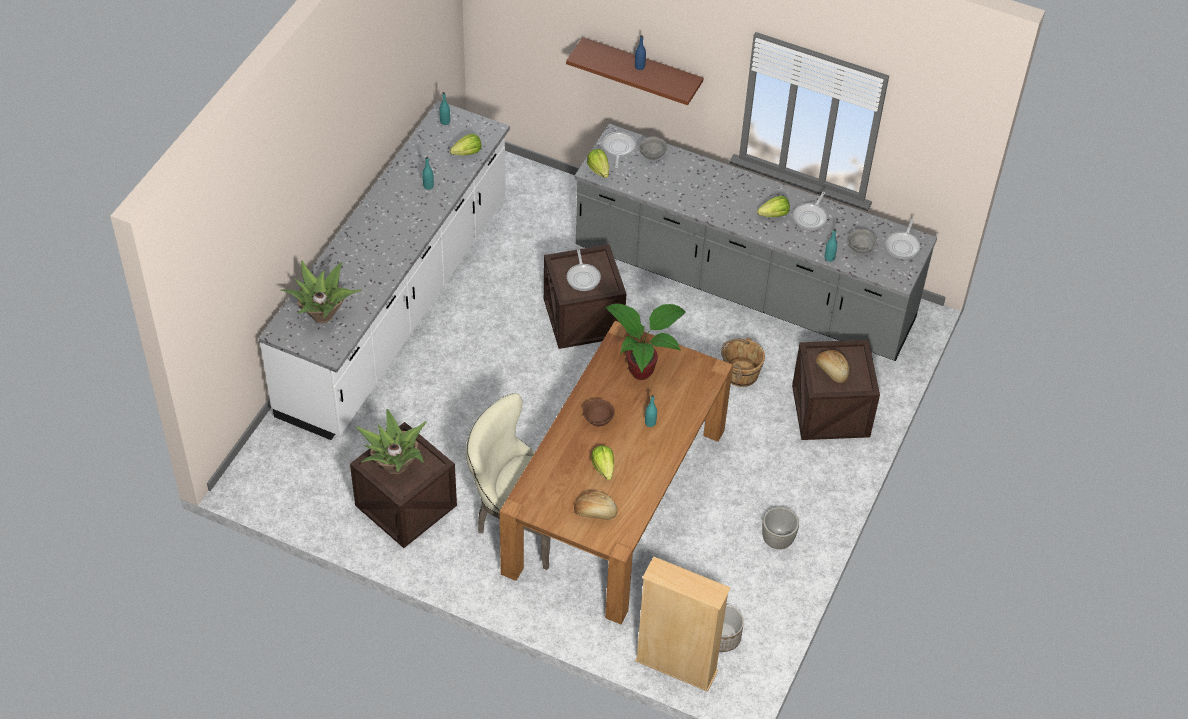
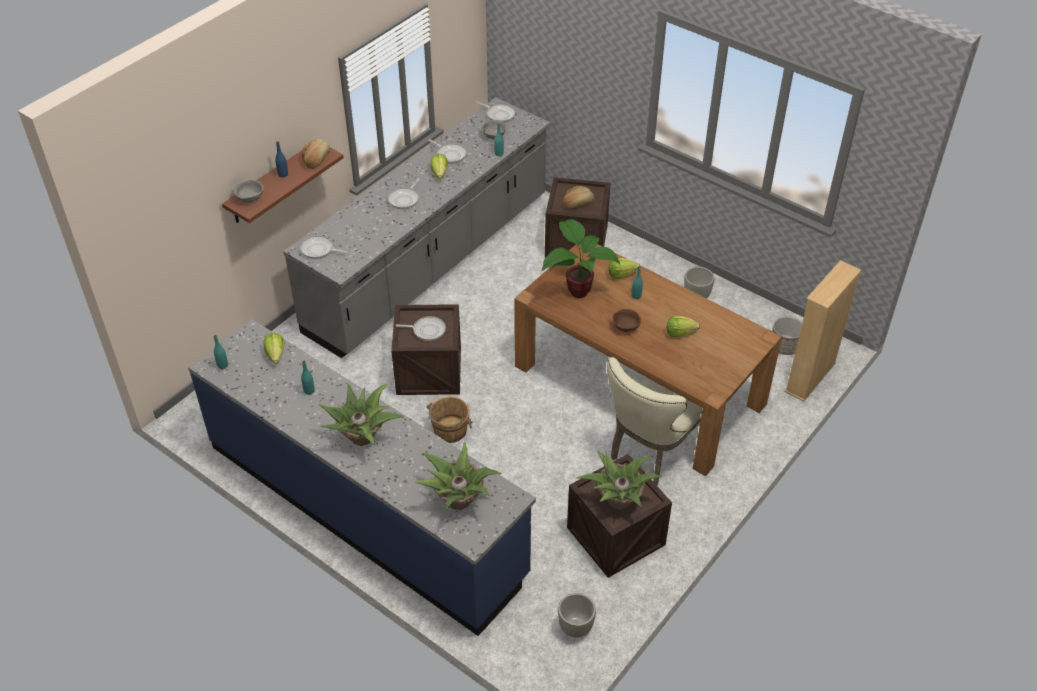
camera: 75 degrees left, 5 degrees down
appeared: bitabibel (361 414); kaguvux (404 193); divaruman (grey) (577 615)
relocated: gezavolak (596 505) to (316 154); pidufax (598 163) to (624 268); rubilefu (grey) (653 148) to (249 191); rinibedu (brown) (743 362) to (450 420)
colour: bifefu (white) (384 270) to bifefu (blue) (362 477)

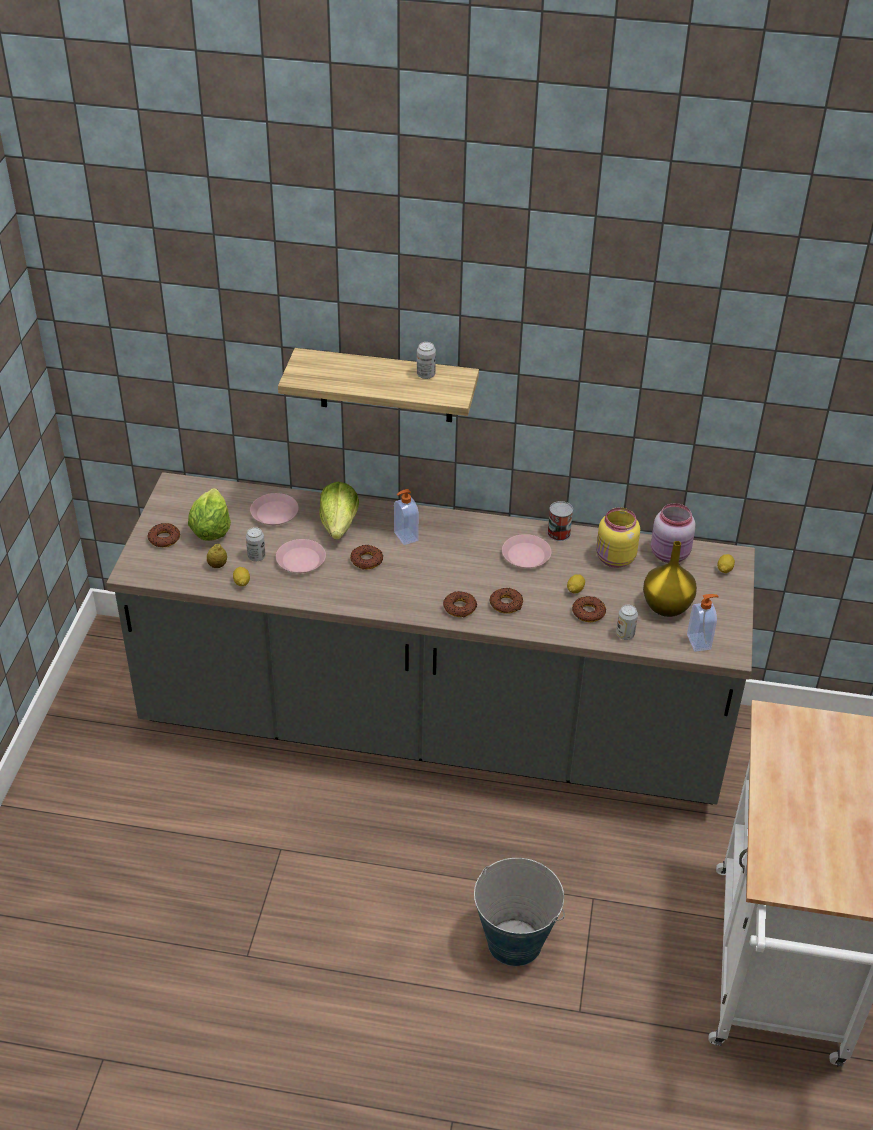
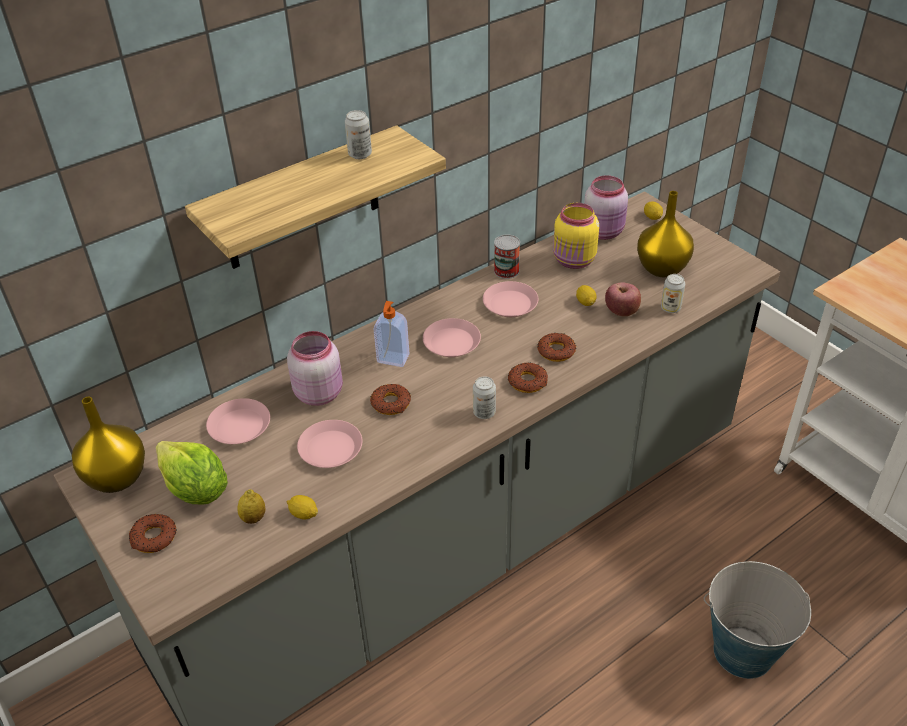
camera: 45 degrees left, 0 degrees up
missing: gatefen (703 623)
appeared: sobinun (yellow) (108 445); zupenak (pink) (452 337)
relocated: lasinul (256 544) to (484 397)
exchanged: pidufax (339 511) to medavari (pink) (315 368); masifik (589 609) to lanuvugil (623 299)

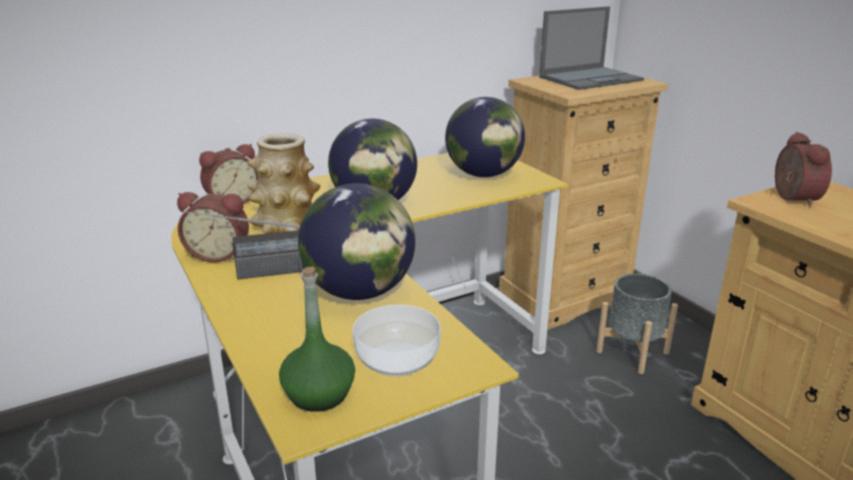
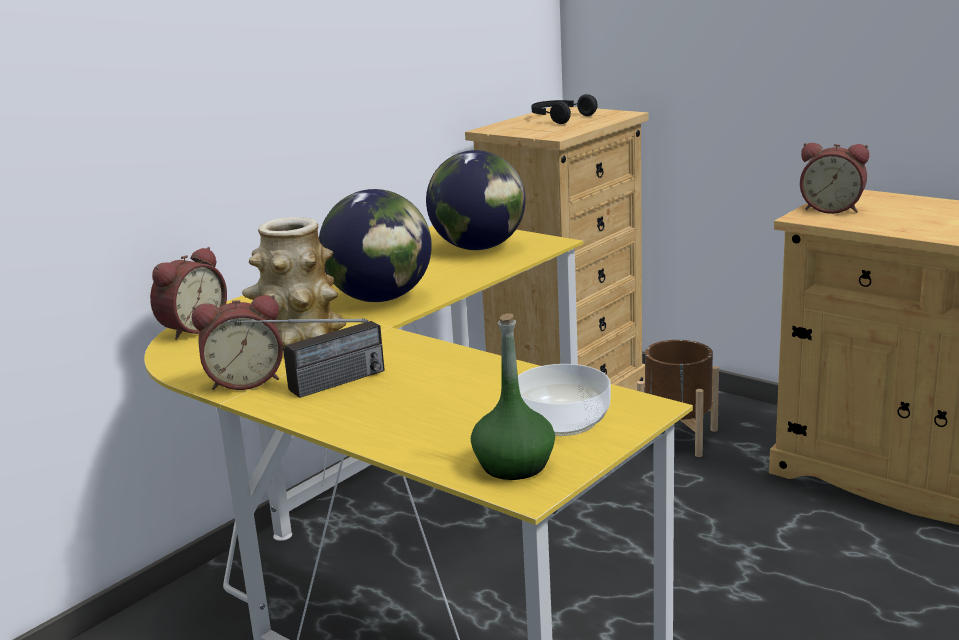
camera: 20 degrees left, 5 degrees down
missing: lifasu (356 241)
exchanged: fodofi (591 48) to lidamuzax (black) (564 109)
colour: divaruman (grey) (637 323) to divaruman (brown) (678 398)
spun: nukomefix (803 169) = (834 178) 135 degrees clockwise

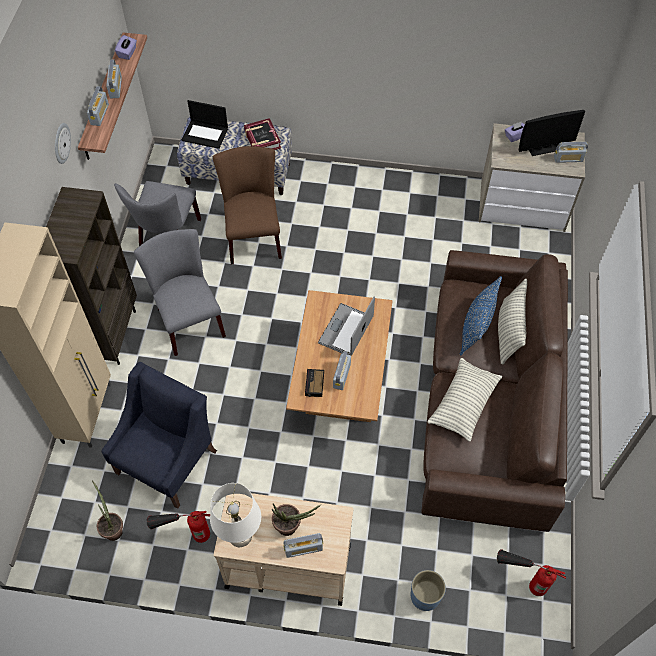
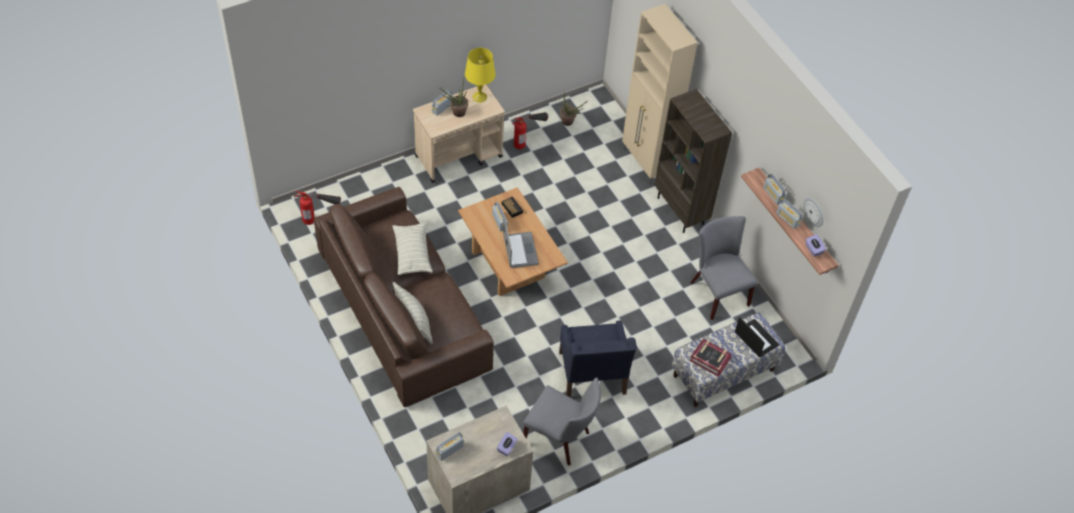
camera: 140 degrees right, 5 degrees down
missing: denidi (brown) (247 205); divaruman (blue) (428 590); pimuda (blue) (480 315); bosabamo (552 133)
relocated: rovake (63 143) to (813 212); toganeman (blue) (159 435) to (598 359); denidi (grey) (180 292) to (562 421)
colour: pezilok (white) (235 515) to pezilok (yellow) (480 75)
spun: fodofi (205 124) = (757 337) 75 degrees clockwise

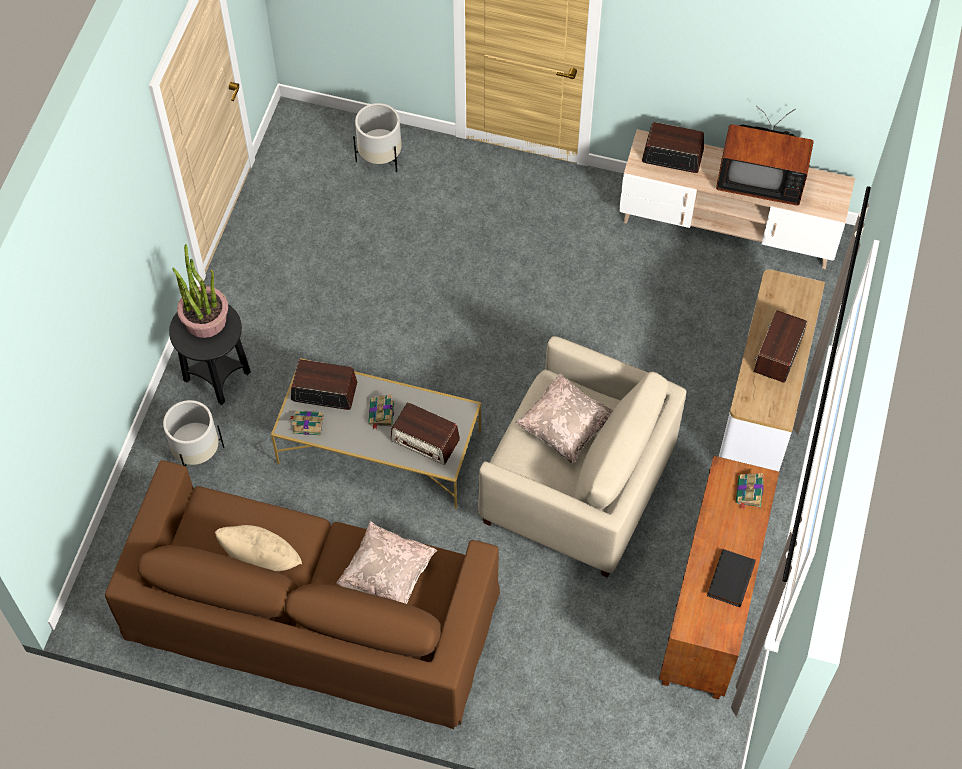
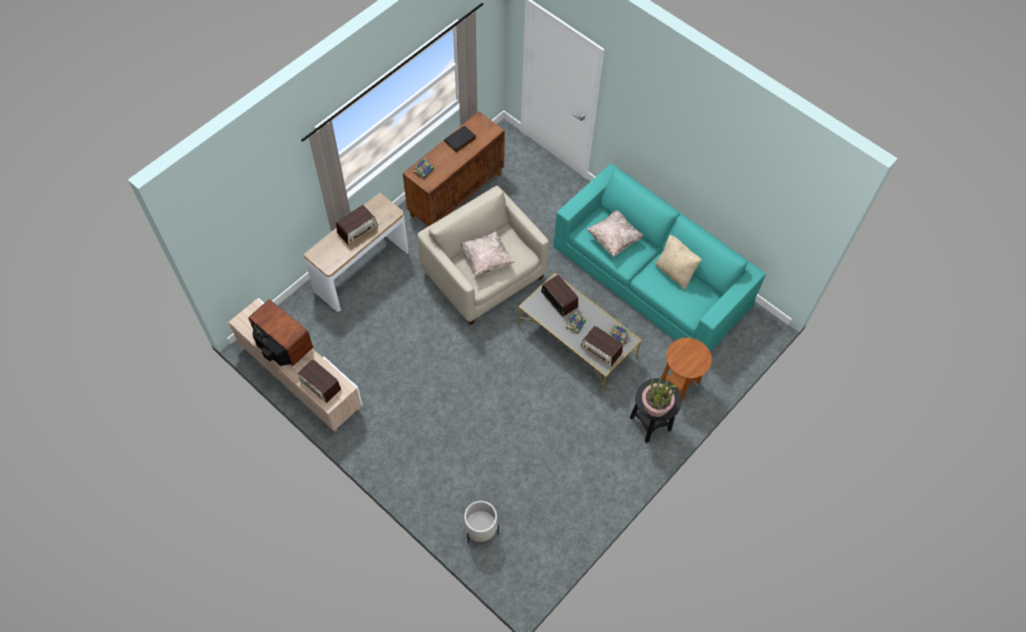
camera: 155 degrees left, 0 degrees up
exchanged: divaruman (white) (193 433) to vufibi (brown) (686 369)
colour: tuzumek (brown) (302 595) to tuzumek (turquoise) (659 258)

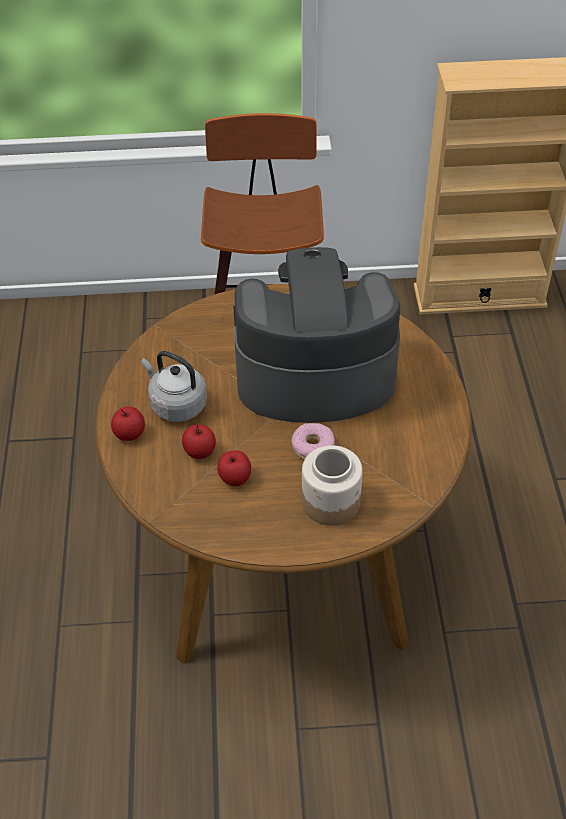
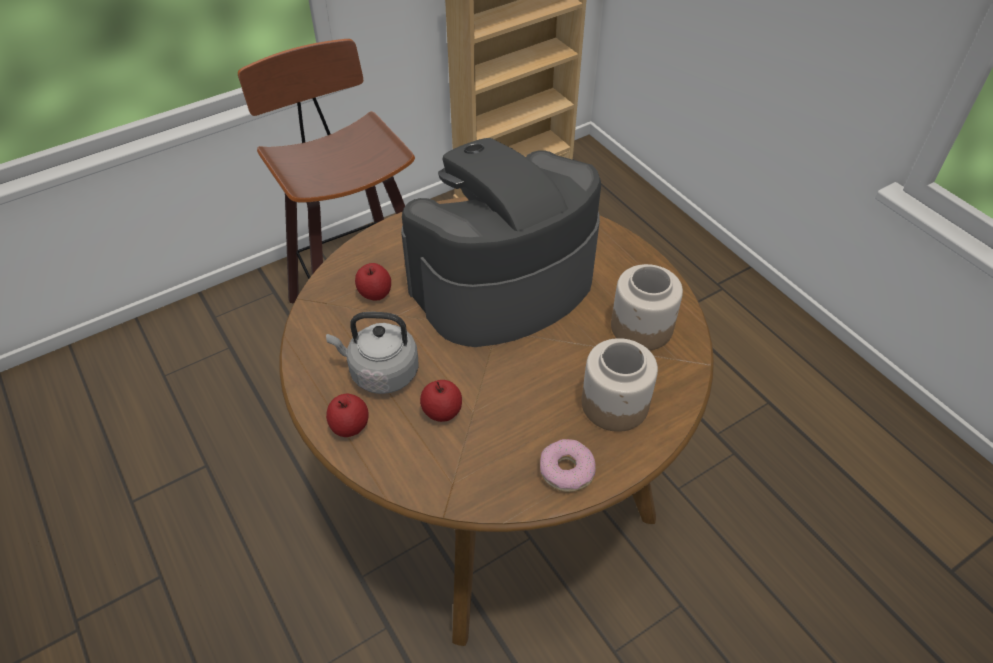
camera: 30 degrees left, 0 degrees up
appeared: medavari (647 307)
relocated: lanuvugil (234 469) to (373 281); masifik (313 441) to (568 465)

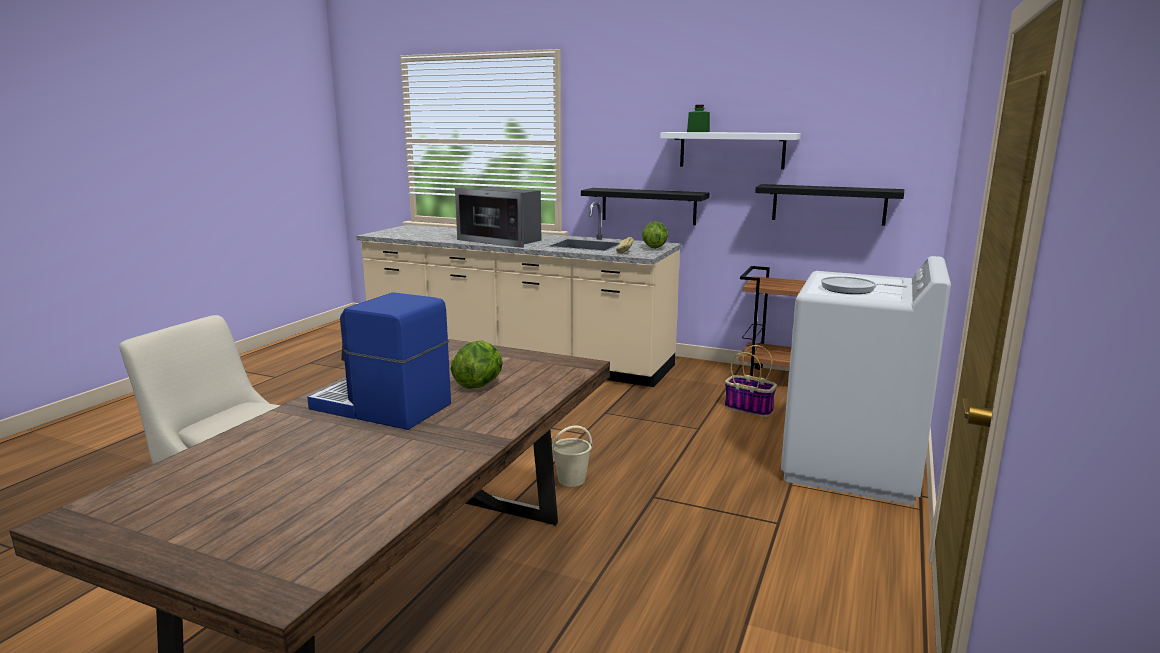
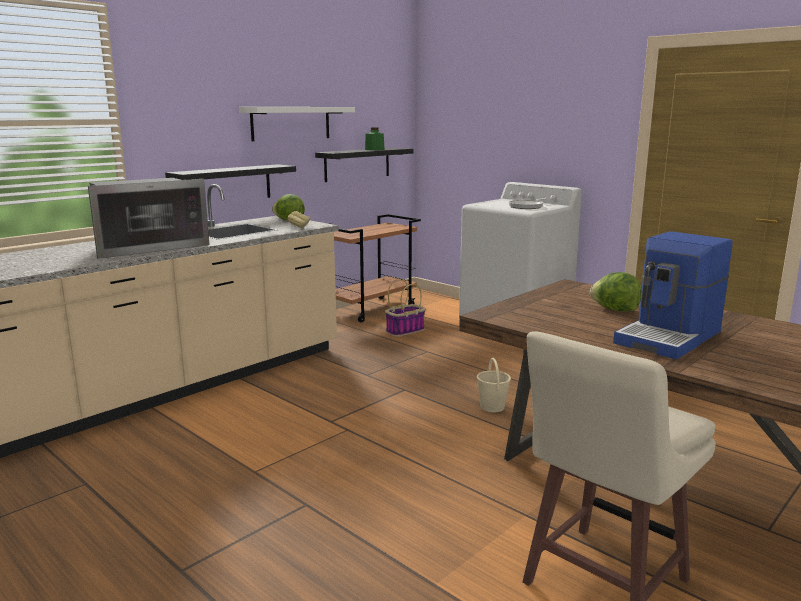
camera: 70 degrees left, 0 degrees up
relocated: medavari (green) (698 118) to (375 138)

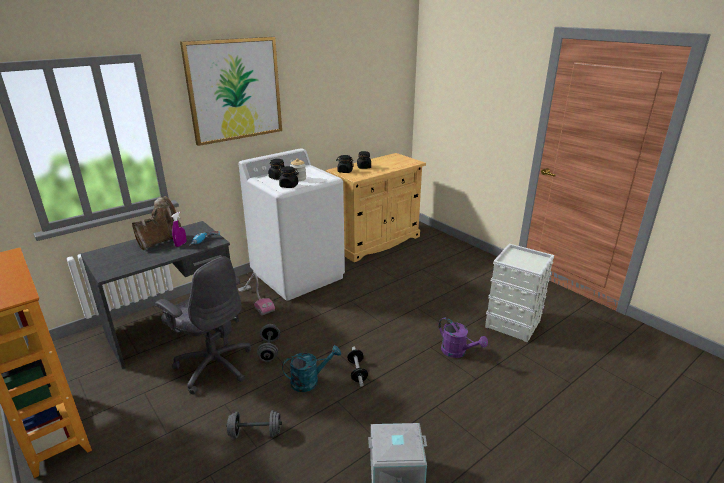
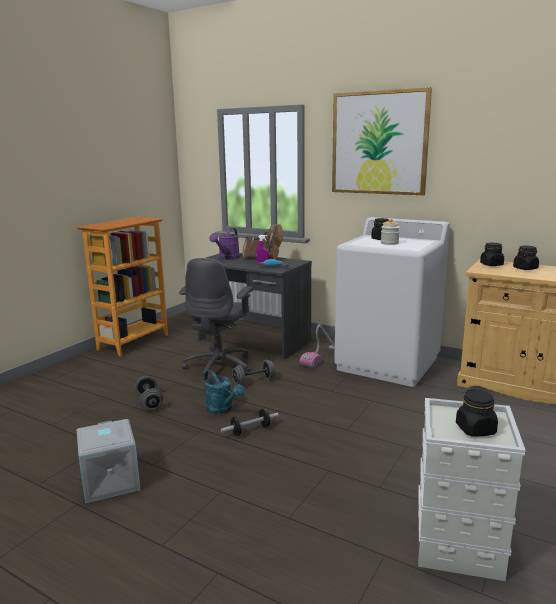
camera: 70 degrees right, 10 degrees down
relocated: medavari (black) (288 177) to (477 412); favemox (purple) (463 337) to (224 244)

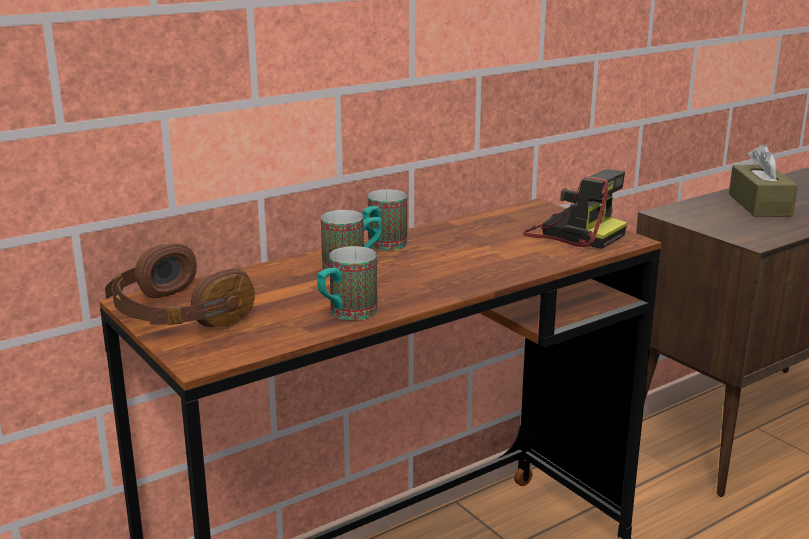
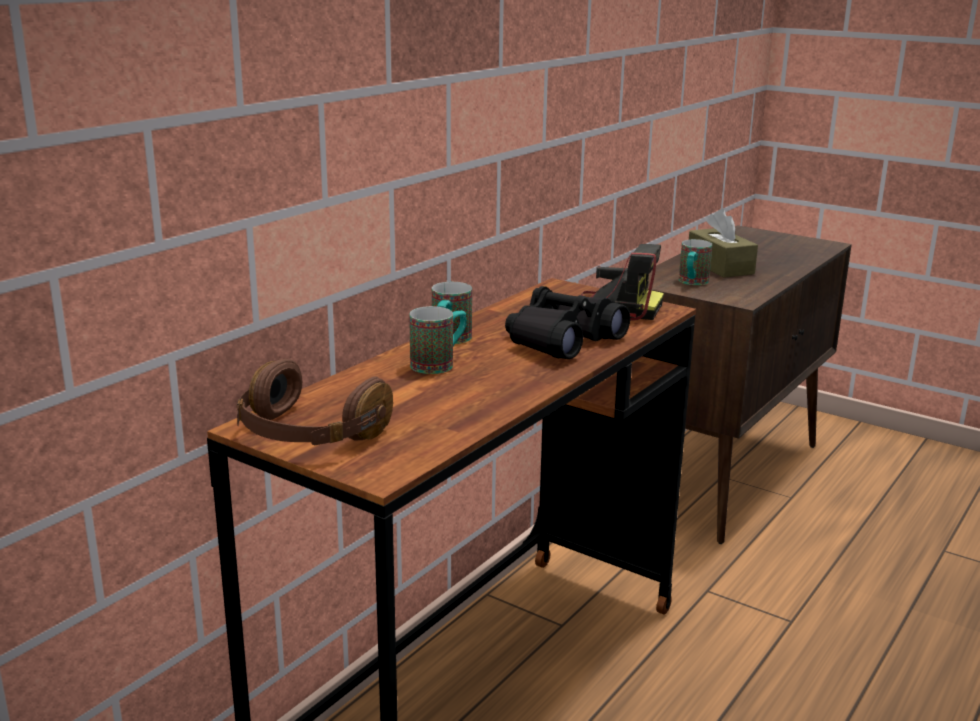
camera: 20 degrees left, 0 degrees up
appeared: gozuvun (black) (567 322)
relocated: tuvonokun (347 283) to (695 262)

